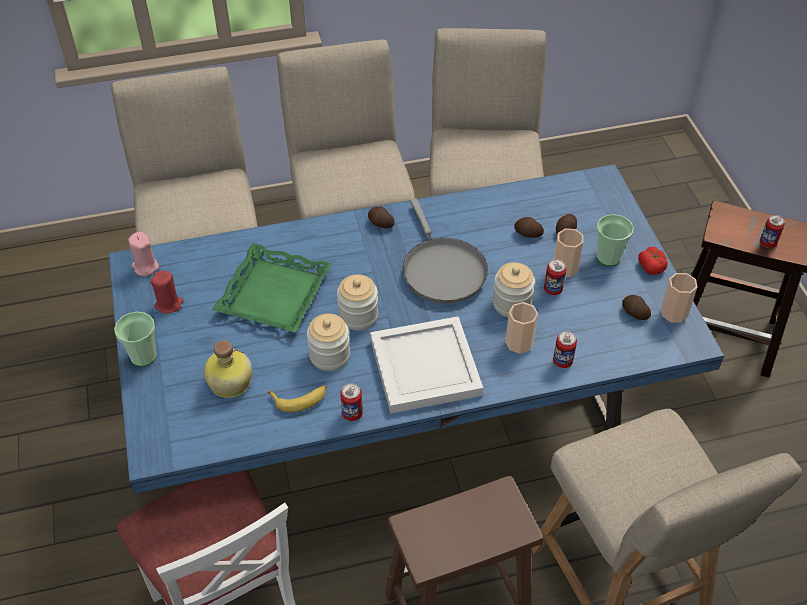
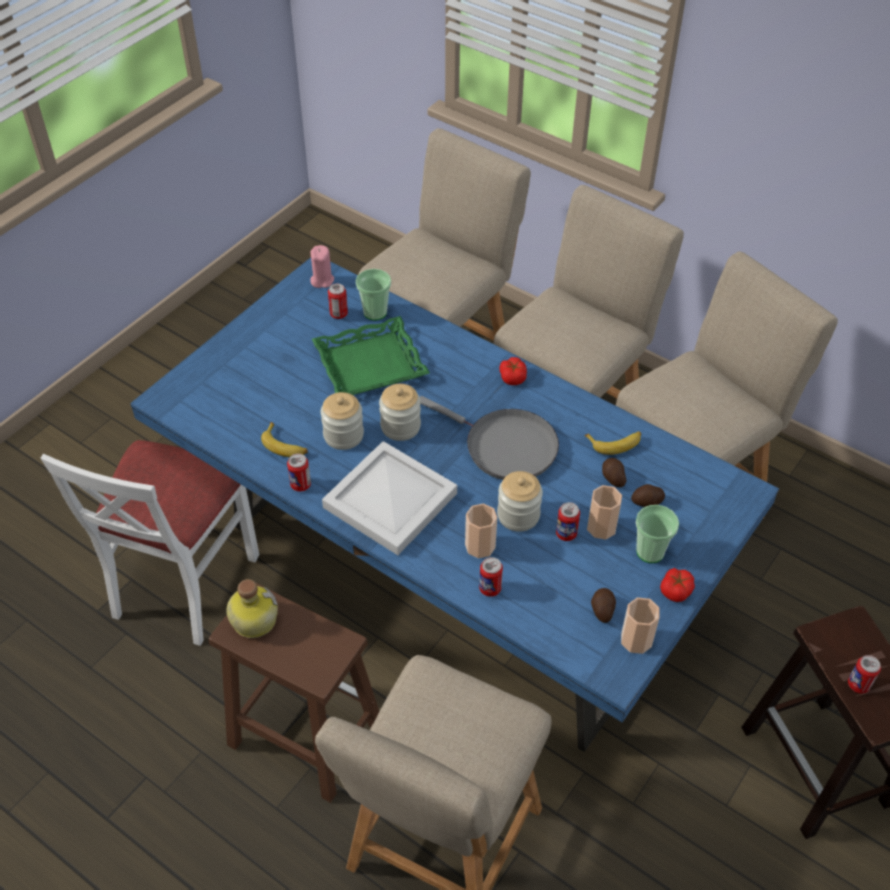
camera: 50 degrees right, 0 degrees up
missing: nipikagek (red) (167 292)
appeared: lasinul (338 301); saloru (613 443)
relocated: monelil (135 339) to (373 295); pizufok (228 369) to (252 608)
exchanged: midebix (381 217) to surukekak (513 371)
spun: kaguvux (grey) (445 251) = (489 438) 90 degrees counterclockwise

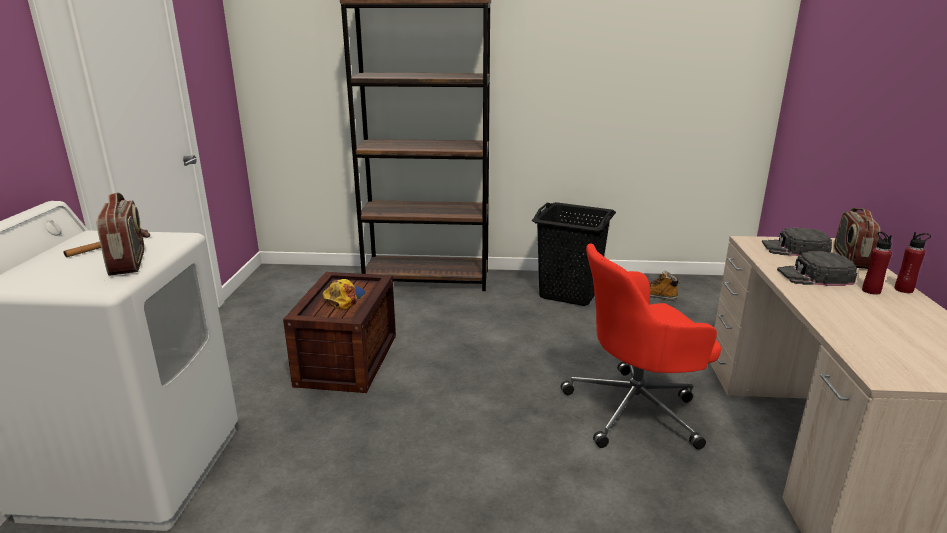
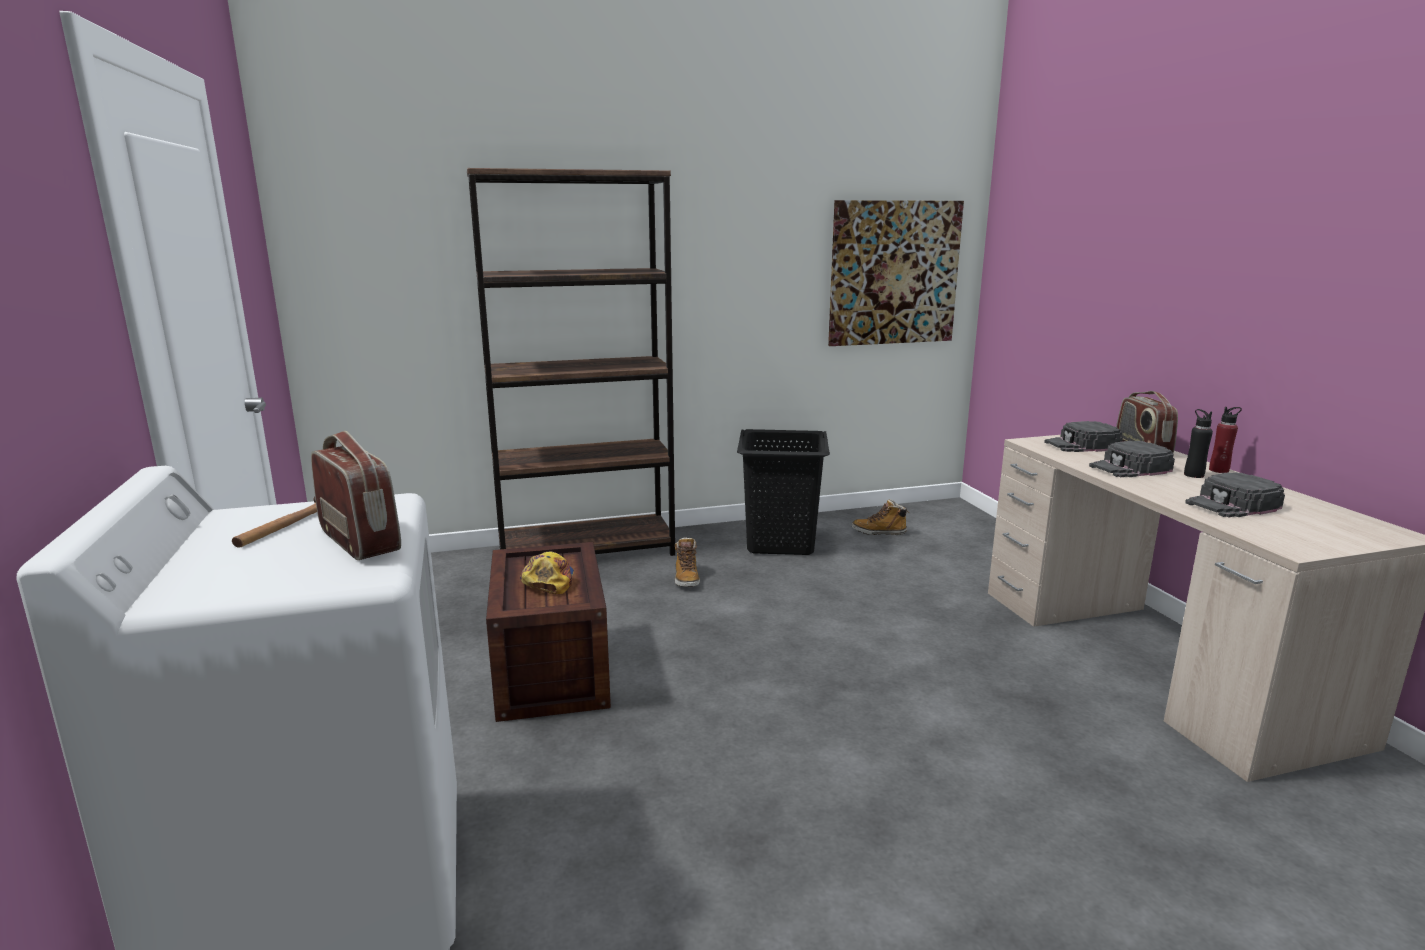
camera: 20 degrees left, 5 degrees down
missing: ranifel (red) (641 346)
appeared: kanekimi (687 562); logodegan (896 273); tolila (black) (1235 494)
colour: pizufok (red) (877 263) to pizufok (black) (1198 443)

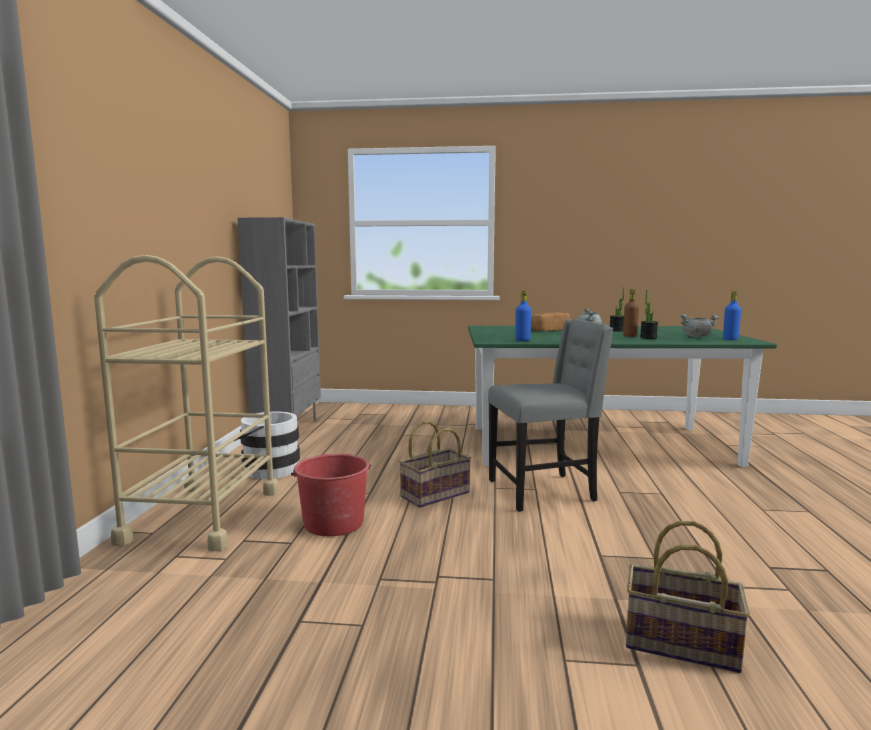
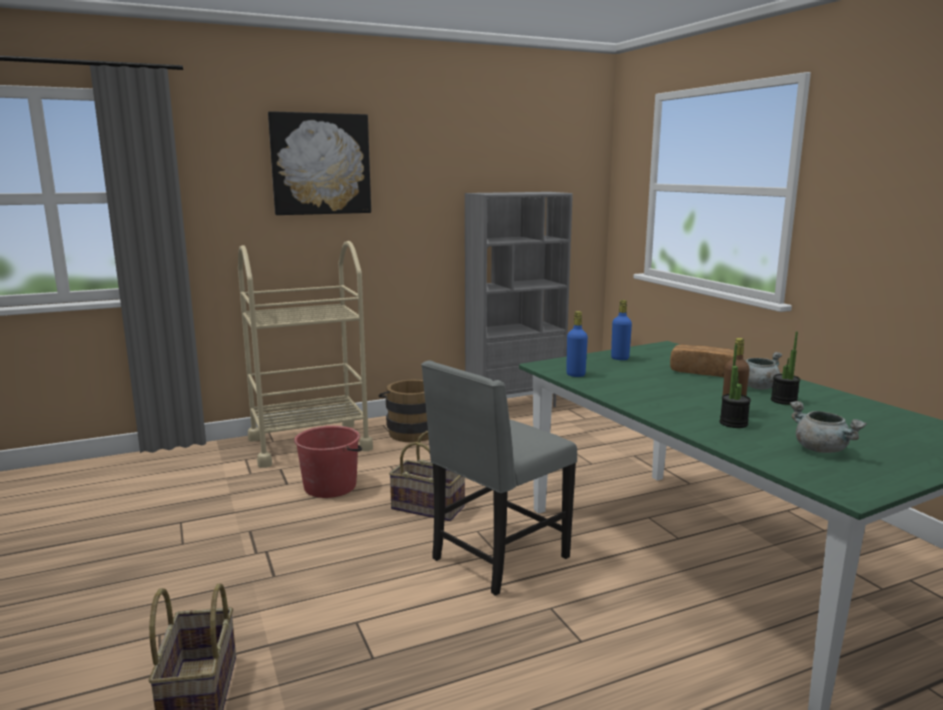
camera: 60 degrees right, 5 degrees up
appeared: logodegan (319 163)
relocated: pizufok (blue) (732 315) to (621 330)
colour: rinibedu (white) (267 445) to rinibedu (brown) (404 411)
spun: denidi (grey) (550 415) = (499 478) 90 degrees clockwise

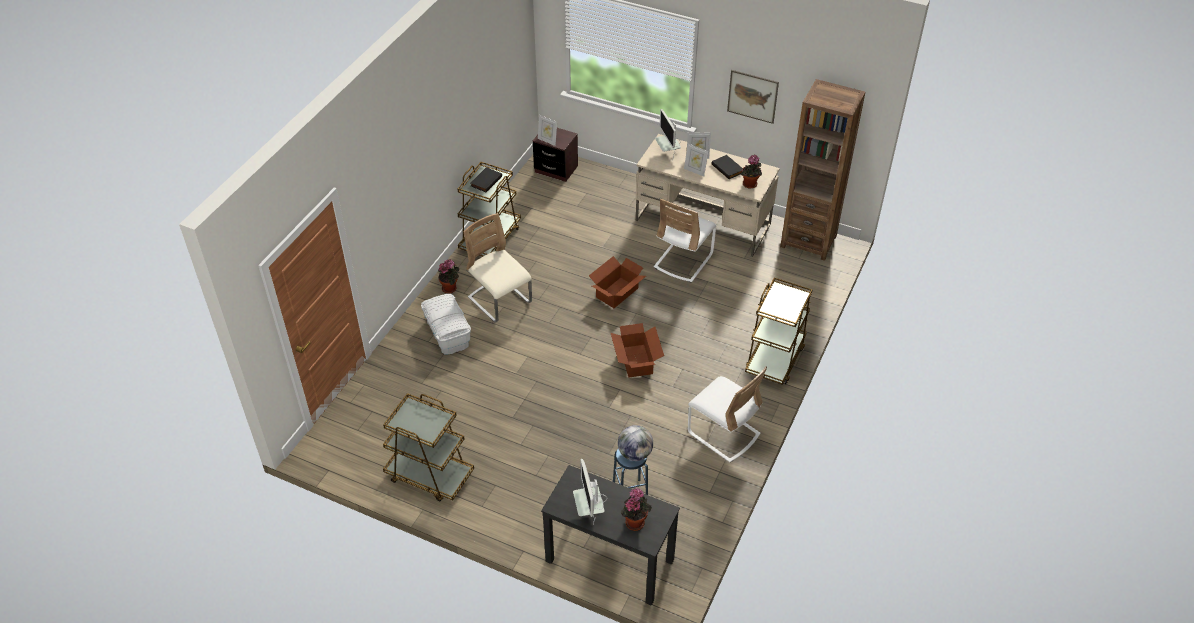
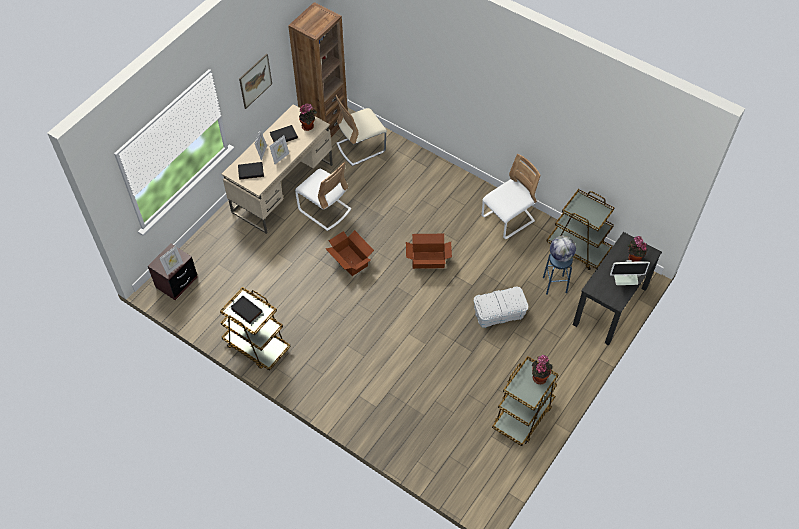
camera: 80 degrees left, 10 degrees up
relocated: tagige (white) (446 324) to (501 307); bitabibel (448 276) to (542 369); denidi (beige) (498 267) to (361 130); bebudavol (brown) (779 331) to (580 229)
exchanged: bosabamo (668 135) to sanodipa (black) (251 171)

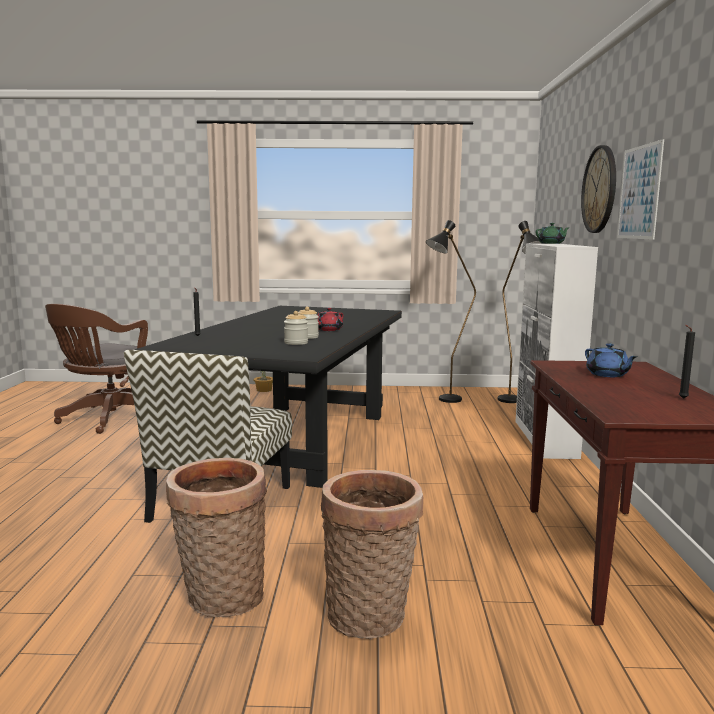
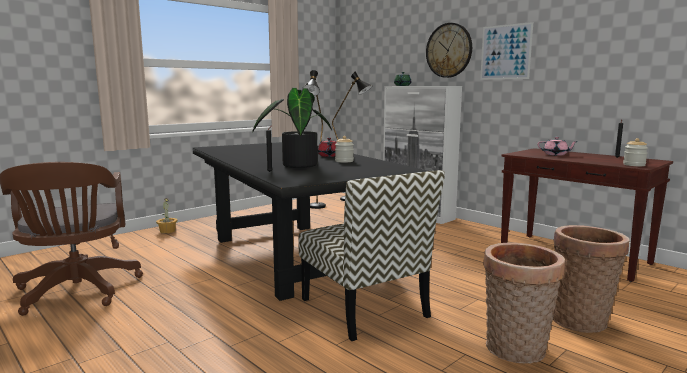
camera: 45 degrees left, 0 degrees up
appeared: bitabibel (292 128)
relocated: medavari (296 328) to (635 152)
colour: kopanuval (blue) (611 360) to kopanuval (pink) (558 146)

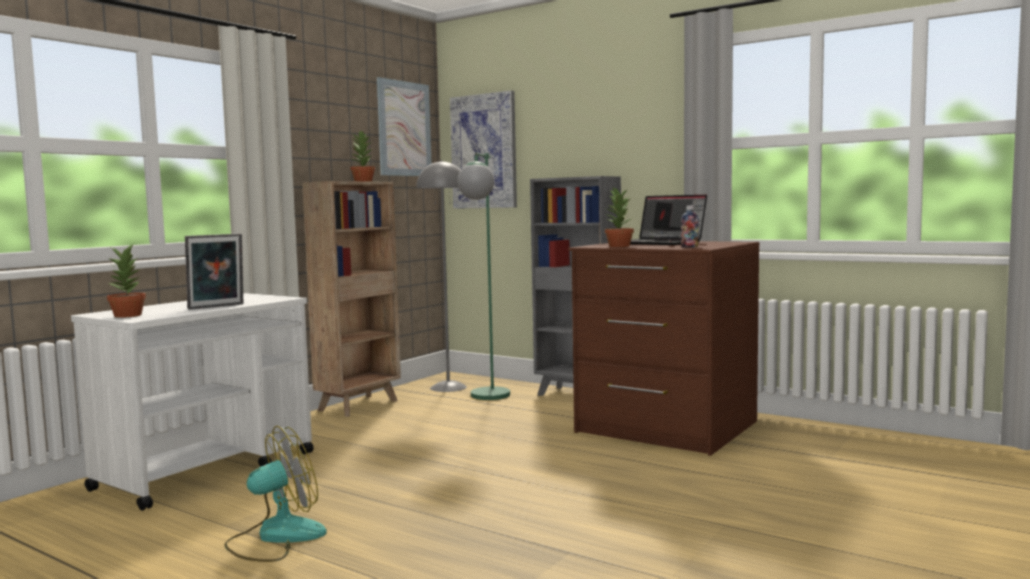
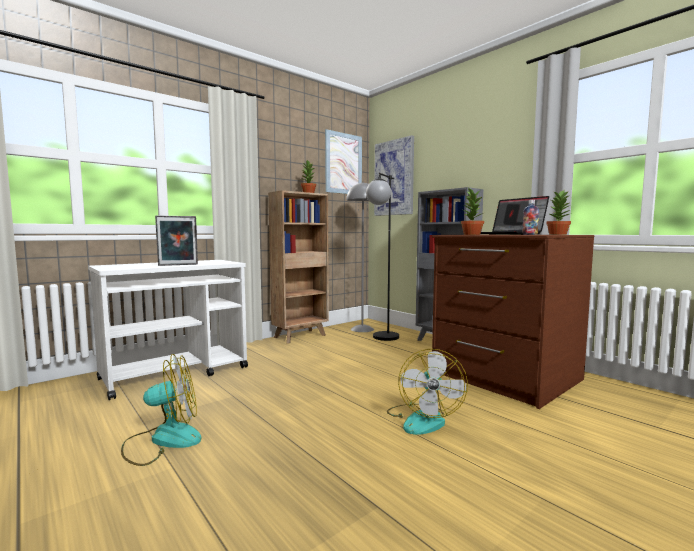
camera: 15 degrees right, 0 degrees up
appeared: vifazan (427 392)
relocated: bitabibel (126 280) to (558 212)
colour: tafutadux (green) (483 276) to tafutadux (black) (382 257)

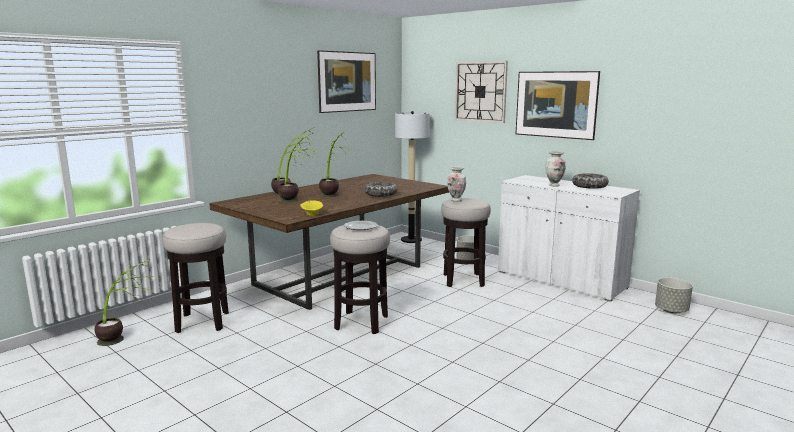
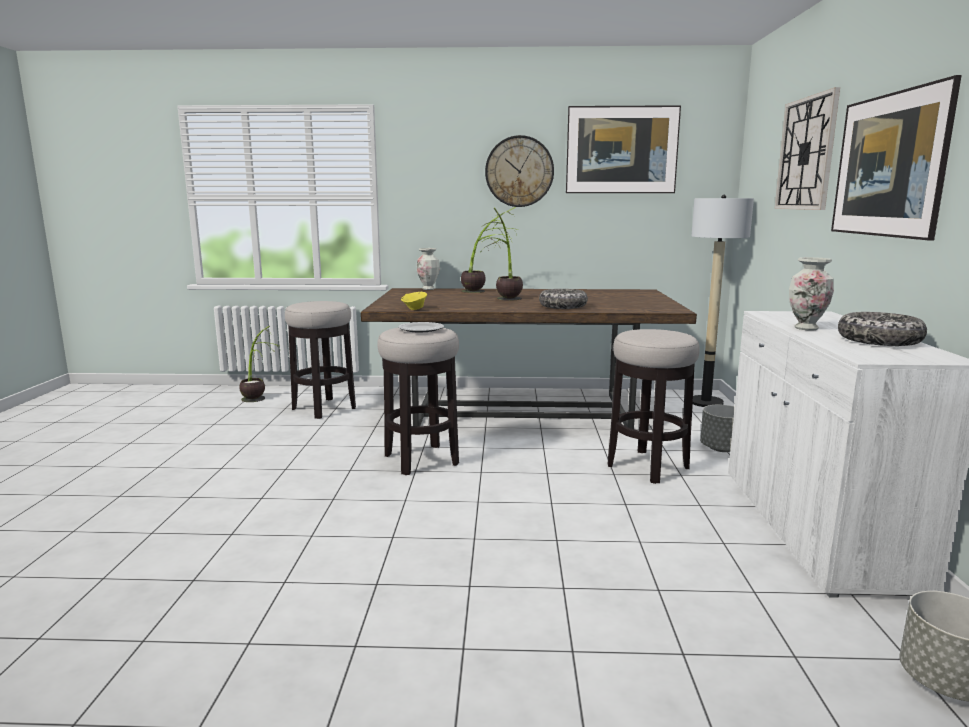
camera: 50 degrees right, 0 degrees up
missing: bitabibel (297 167)
appeared: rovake (519 171)
relocated: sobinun (456 184) to (428 269)

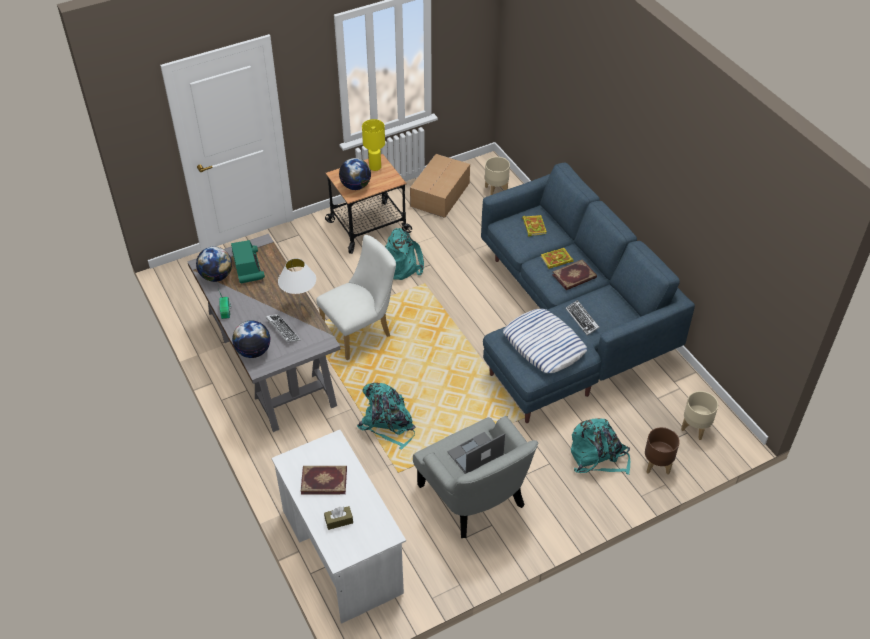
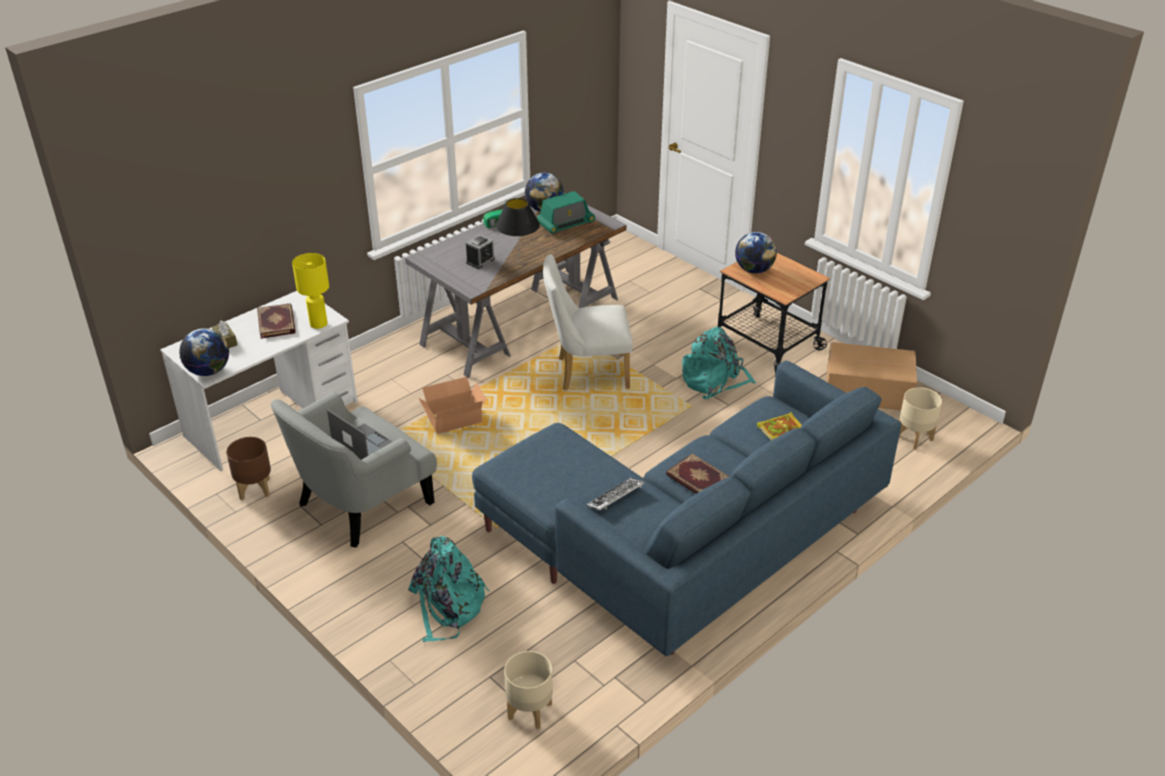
camera: 75 degrees right, 10 degrees down
missing: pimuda (545 341); sanodipa (557 258)
relocated: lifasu (251 339) to (204 352); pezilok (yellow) (373 145) to (310 291); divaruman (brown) (662 451) to (248 468)
exchanged: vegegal (283 328) to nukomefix (480 252); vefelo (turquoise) (386 416) to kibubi (452 405)
colour: pezilok (white) (297 282) to pezilok (black) (518 231)
spun: denidi (white) (356 297) = (588 322) 135 degrees clockwise

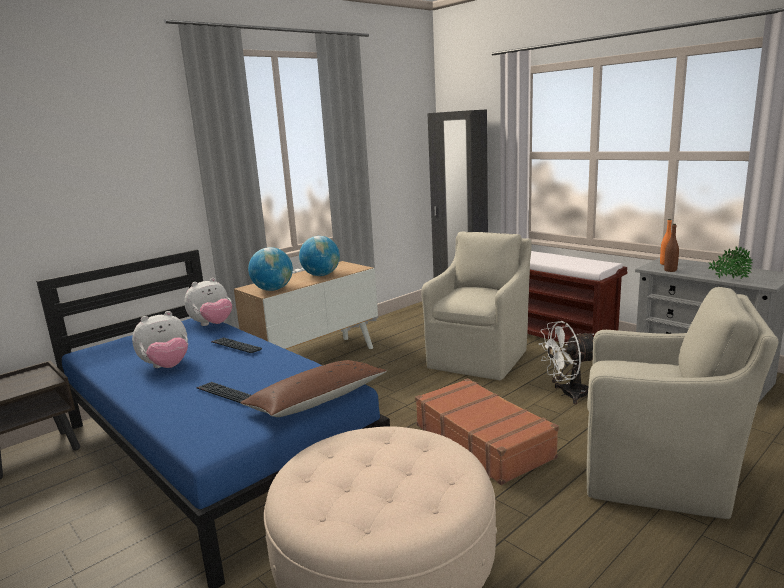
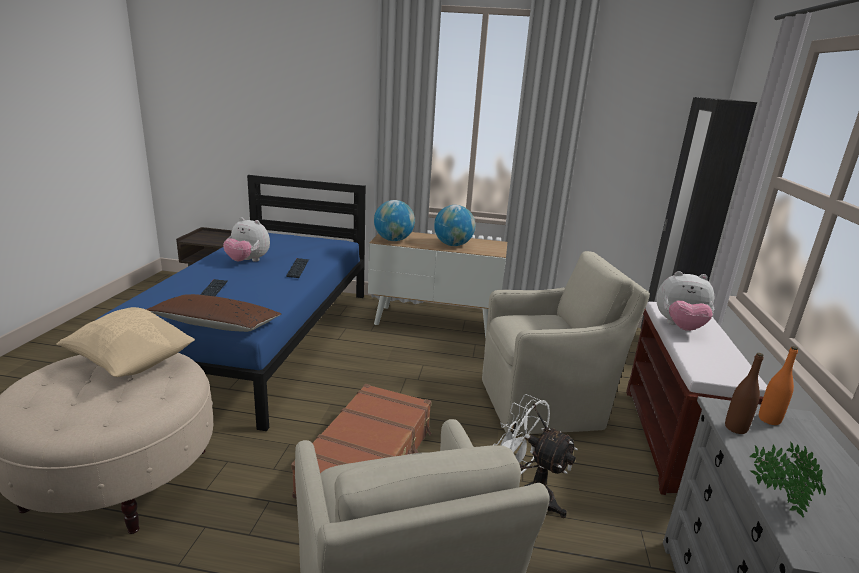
camera: 50 degrees right, 5 degrees up
appeared: pimuda (beige) (125 342)
relocated: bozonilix (208 302) to (685 301)

